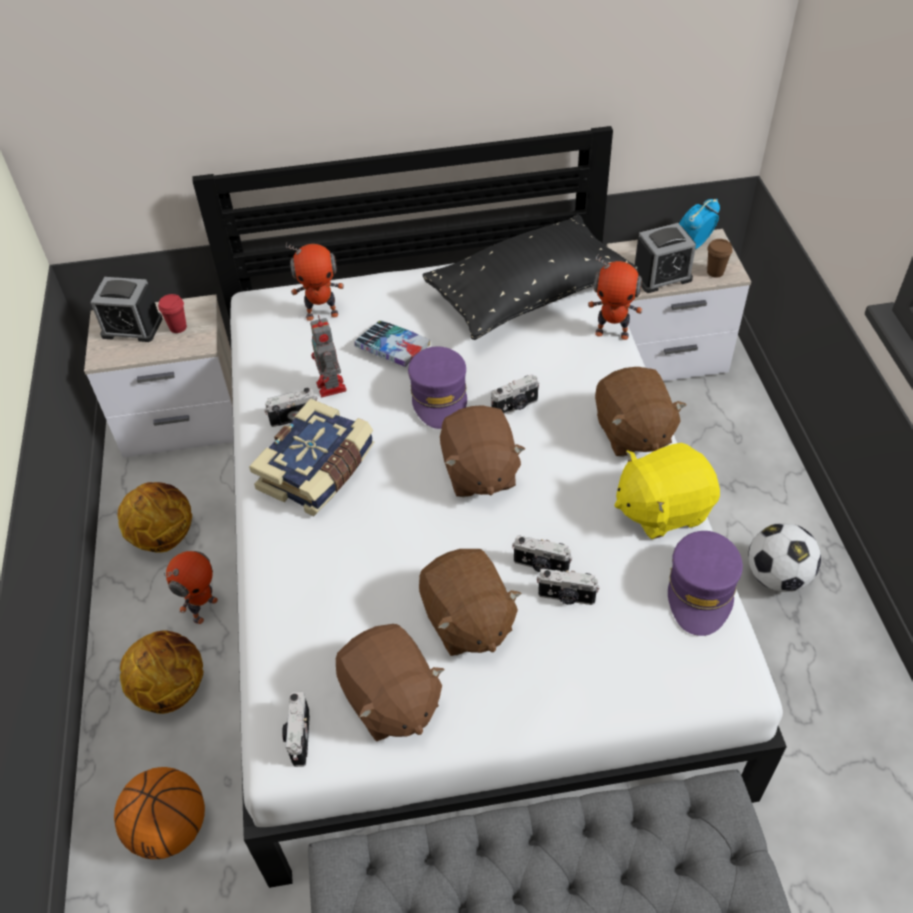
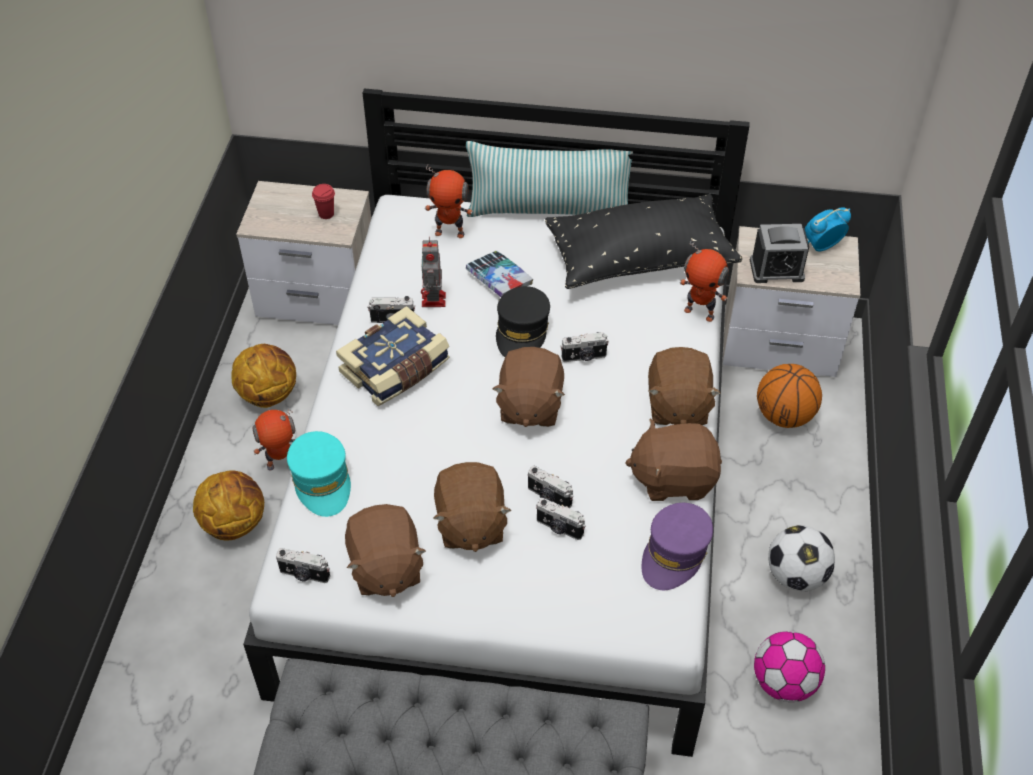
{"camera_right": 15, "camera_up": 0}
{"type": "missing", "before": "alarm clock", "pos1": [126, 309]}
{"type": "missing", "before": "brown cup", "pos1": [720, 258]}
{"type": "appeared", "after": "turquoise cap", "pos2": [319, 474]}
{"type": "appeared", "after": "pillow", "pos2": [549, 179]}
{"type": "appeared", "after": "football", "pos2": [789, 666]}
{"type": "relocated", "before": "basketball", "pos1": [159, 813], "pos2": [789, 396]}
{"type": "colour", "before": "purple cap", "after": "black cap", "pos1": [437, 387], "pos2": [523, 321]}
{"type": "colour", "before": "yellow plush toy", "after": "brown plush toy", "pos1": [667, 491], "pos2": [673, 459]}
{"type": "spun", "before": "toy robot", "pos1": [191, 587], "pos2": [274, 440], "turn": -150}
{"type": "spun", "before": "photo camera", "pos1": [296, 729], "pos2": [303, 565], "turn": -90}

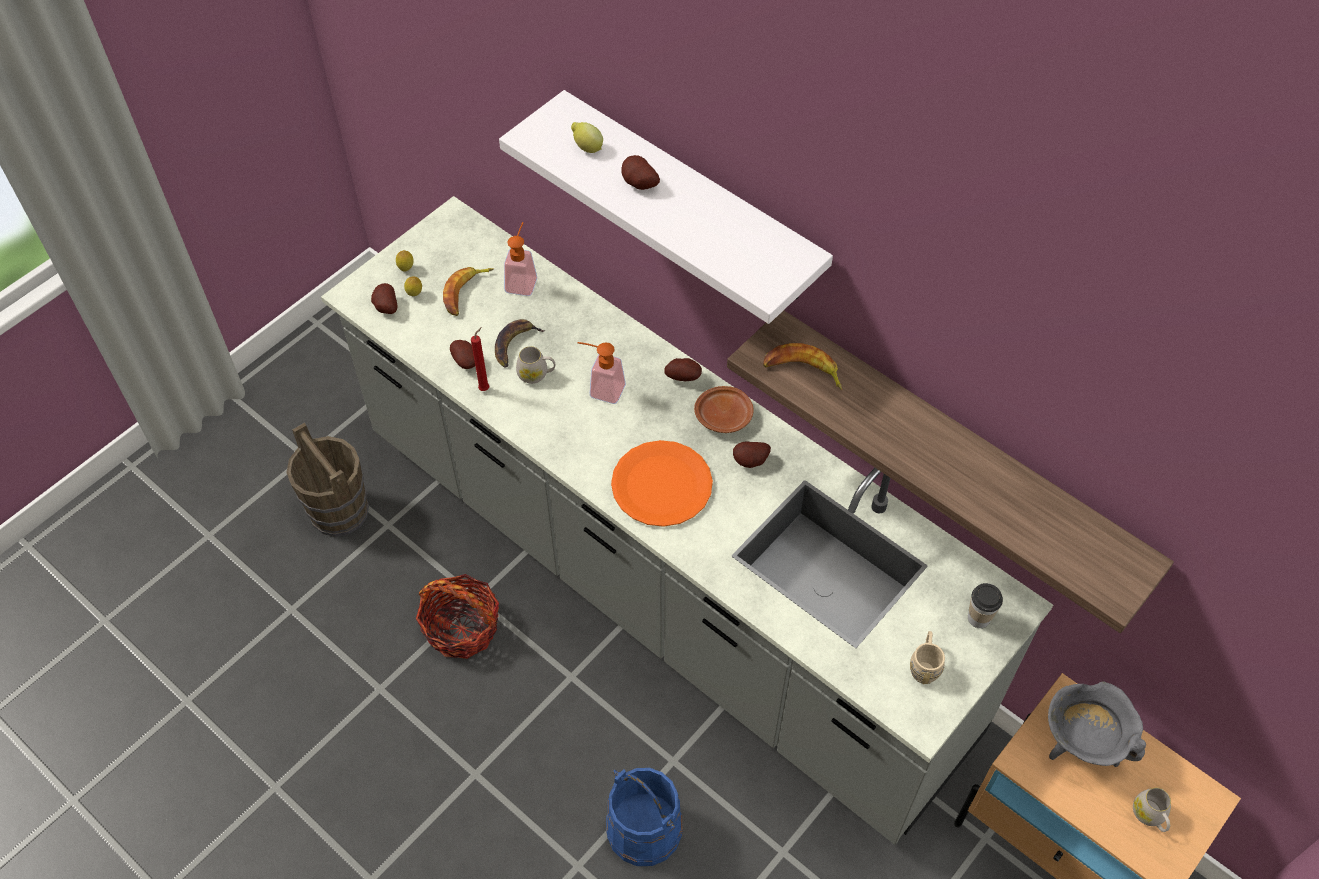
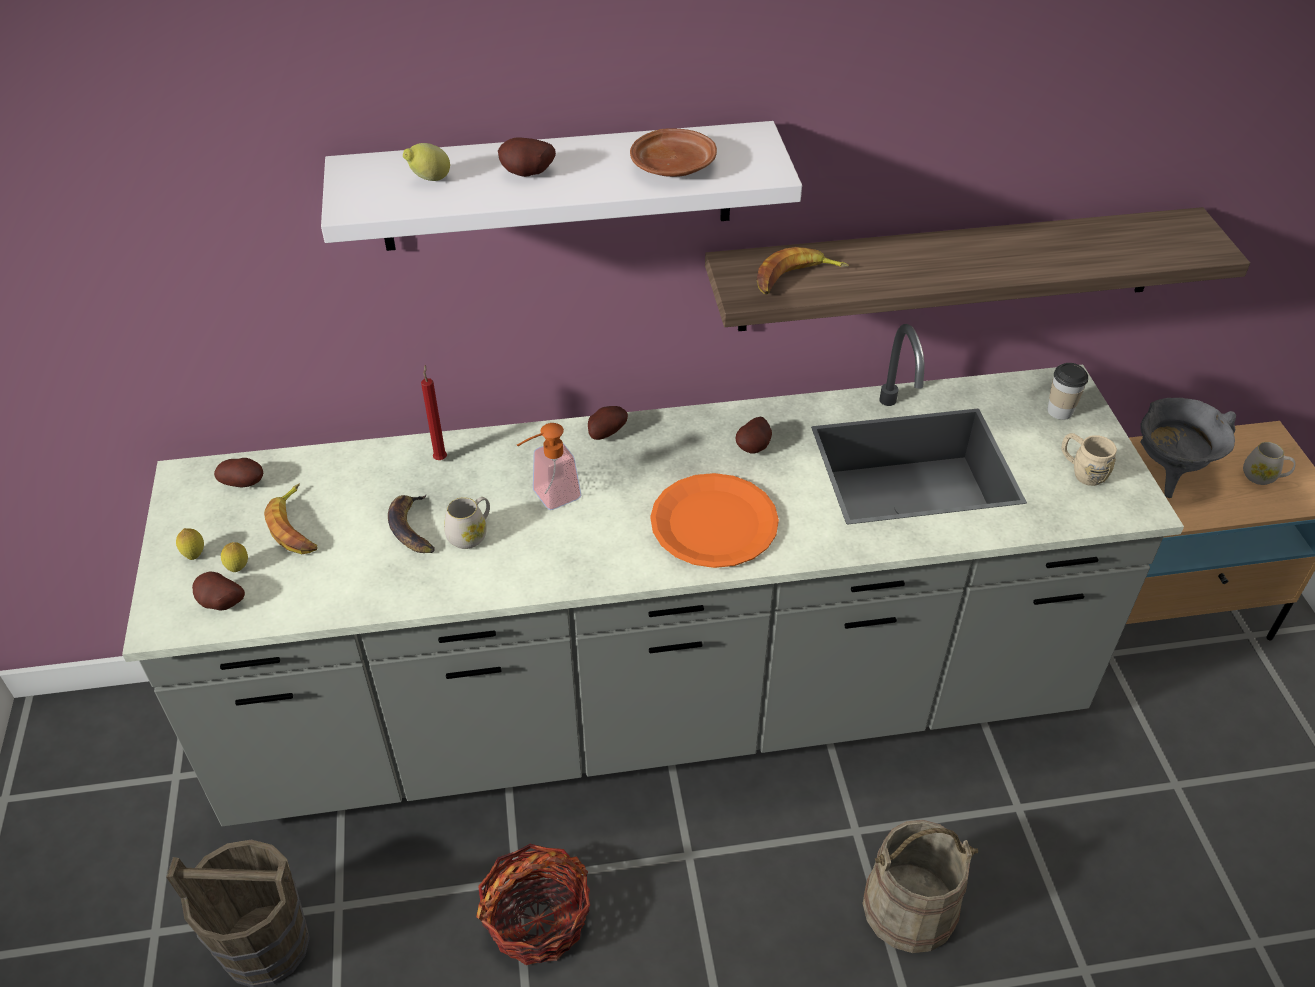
{"camera_right": -50, "camera_up": -10}
{"type": "missing", "before": "soap dispenser", "pos1": [520, 259]}
{"type": "relocated", "before": "potato", "pos1": [462, 354], "pos2": [238, 473]}
{"type": "relocated", "before": "red candle", "pos1": [480, 359], "pos2": [434, 412]}
{"type": "relocated", "before": "brown plate", "pos1": [724, 409], "pos2": [673, 152]}
{"type": "colour", "before": "blue bucket", "after": "beige bucket", "pos1": [644, 817], "pos2": [920, 886]}

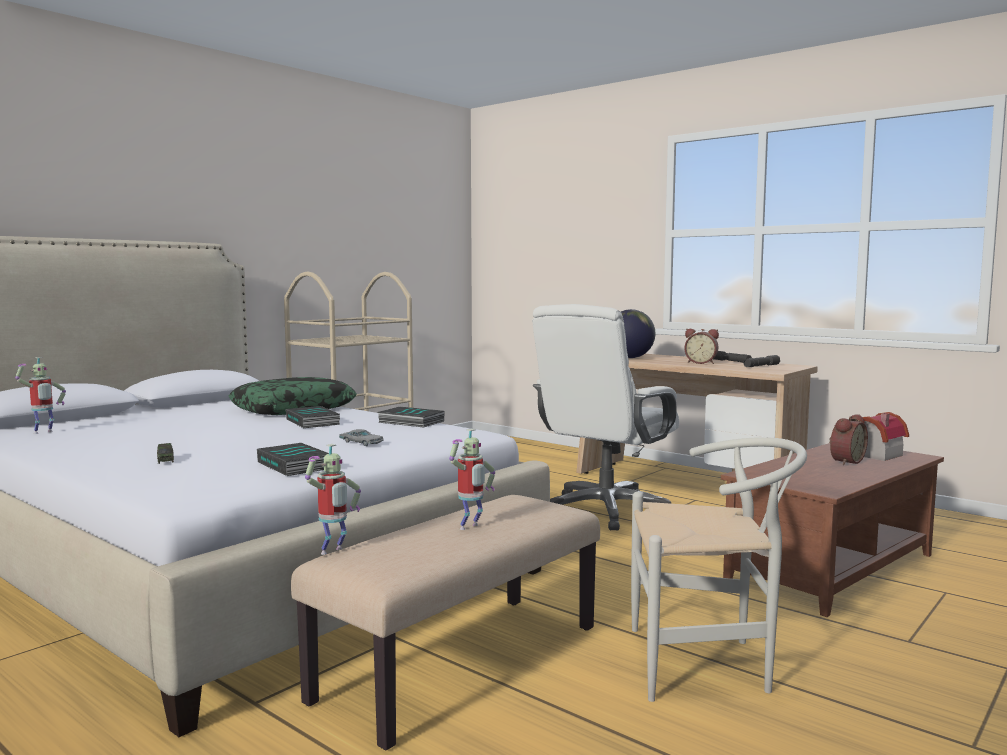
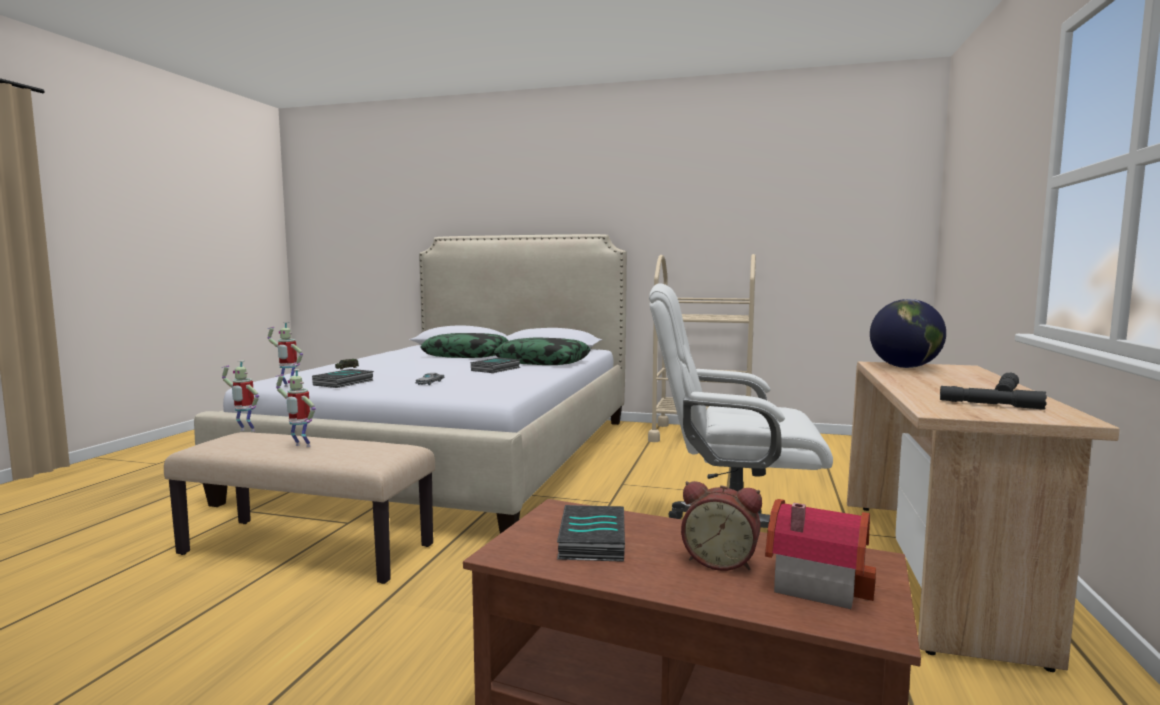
{"camera_right": 65, "camera_up": 0}
{"type": "missing", "before": "white chair", "pos1": [719, 569]}
{"type": "missing", "before": "alarm clock", "pos1": [702, 346]}
{"type": "appeared", "after": "pillow", "pos2": [465, 345]}
{"type": "relocated", "before": "toy robot", "pos1": [40, 395], "pos2": [285, 354]}
{"type": "relocated", "before": "book", "pos1": [411, 417], "pos2": [591, 533]}

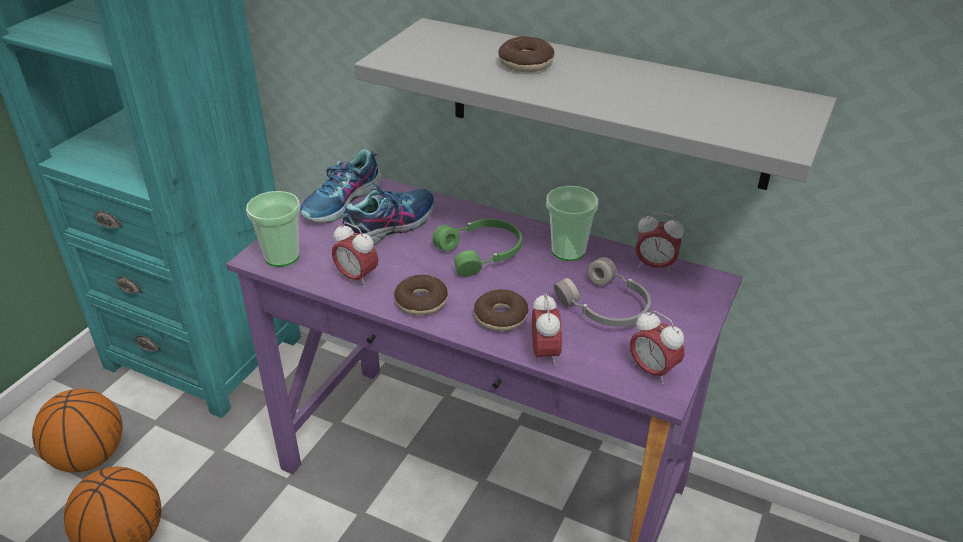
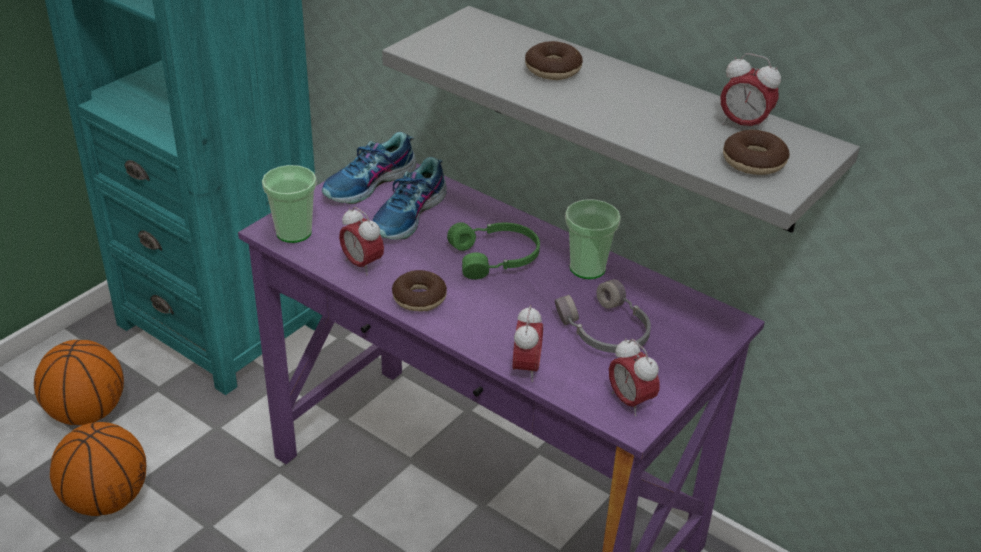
{"camera_right": 10, "camera_up": 0}
{"type": "relocated", "before": "donut", "pos1": [501, 310], "pos2": [756, 152]}
{"type": "relocated", "before": "alarm clock", "pos1": [660, 242], "pos2": [750, 91]}
{"type": "spun", "before": "shoe", "pos1": [386, 211], "pos2": [409, 198], "turn": 150}

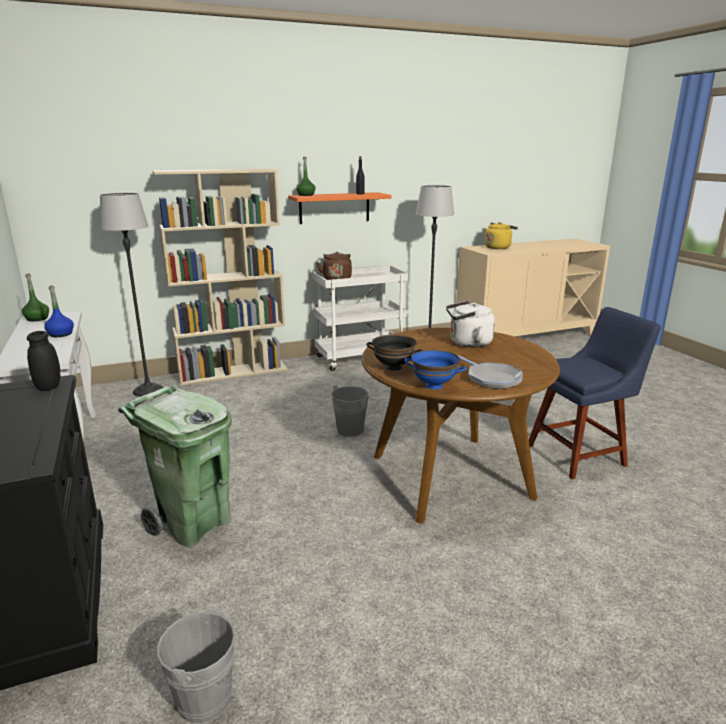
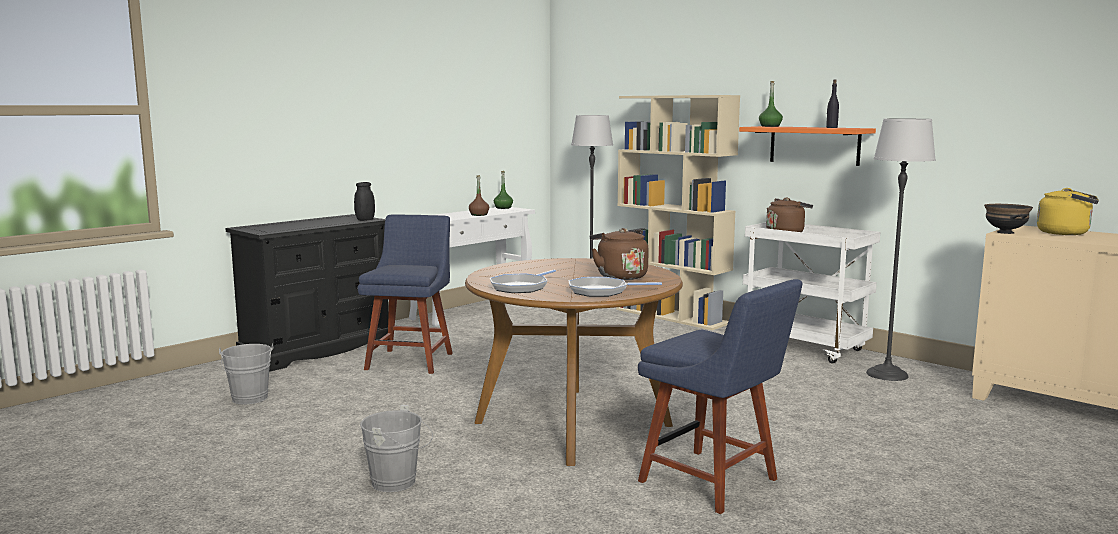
{"camera_right": 65, "camera_up": -10}
{"type": "missing", "before": "blue bowl", "pos1": [436, 369]}
{"type": "appeared", "after": "frying pan", "pos2": [615, 287]}
{"type": "relocated", "before": "grey bucket", "pos1": [352, 411], "pos2": [396, 448]}
{"type": "relocated", "before": "black bowl", "pos1": [395, 353], "pos2": [1008, 219]}
{"type": "exchanged", "before": "green trash can", "after": "blue chair", "pos1": [175, 466], "pos2": [405, 294]}
{"type": "colour", "before": "blue bottle", "after": "brown bottle", "pos1": [59, 311], "pos2": [479, 195]}
{"type": "colour", "before": "white kettle", "after": "brown kettle", "pos1": [470, 324], "pos2": [619, 254]}

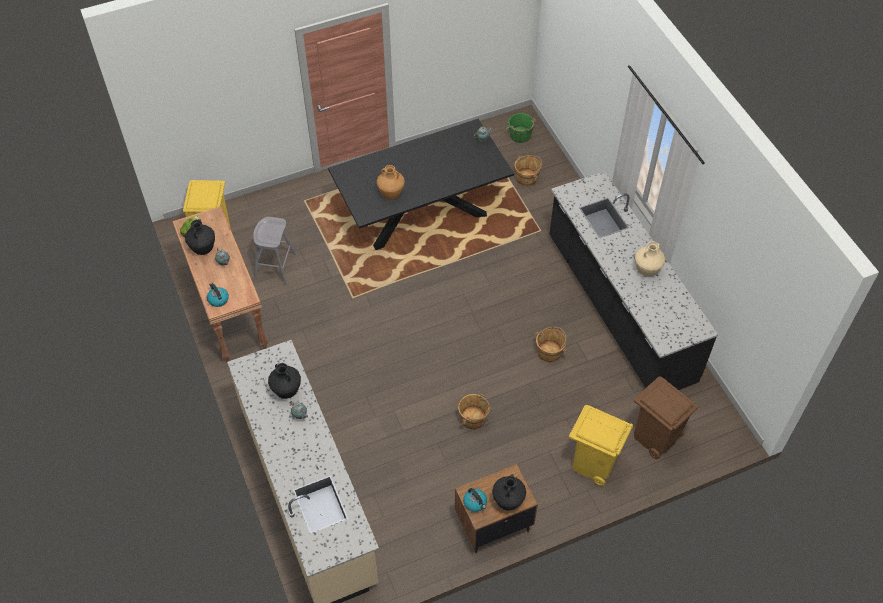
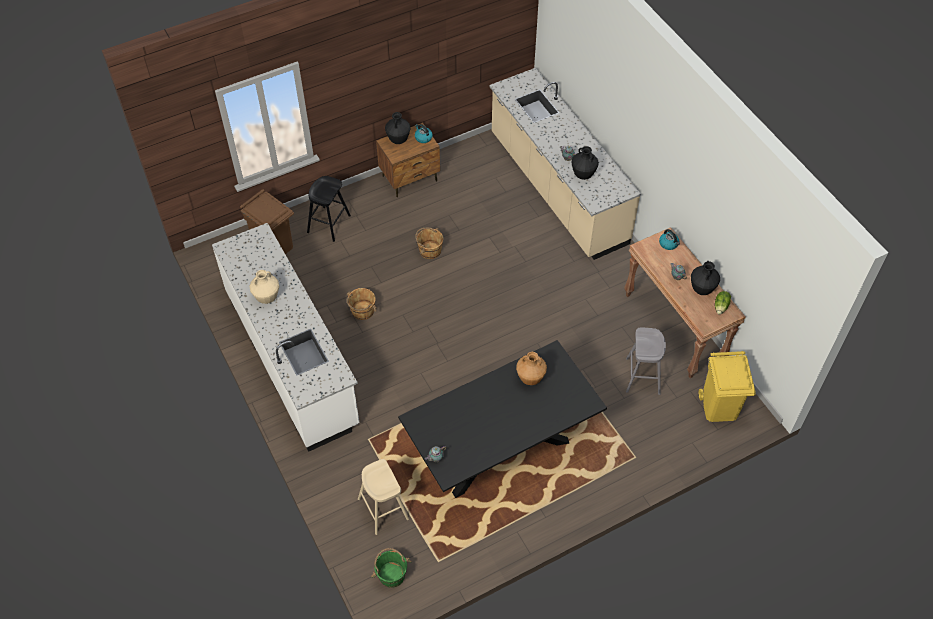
{"camera_right": 175, "camera_up": 0}
{"type": "exchanged", "before": "brown bucket", "after": "beige stool", "pos1": [529, 170], "pos2": [383, 497]}
{"type": "exchanged", "before": "yellow trash can", "after": "black stool", "pos1": [601, 445], "pos2": [329, 209]}
{"type": "colour", "before": "black counter", "after": "white counter", "pos1": [633, 280], "pos2": [286, 337]}

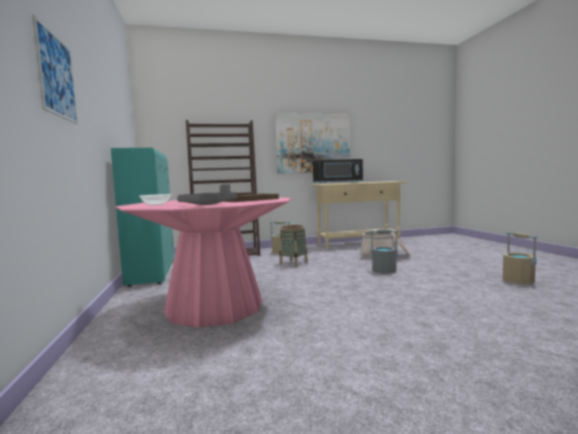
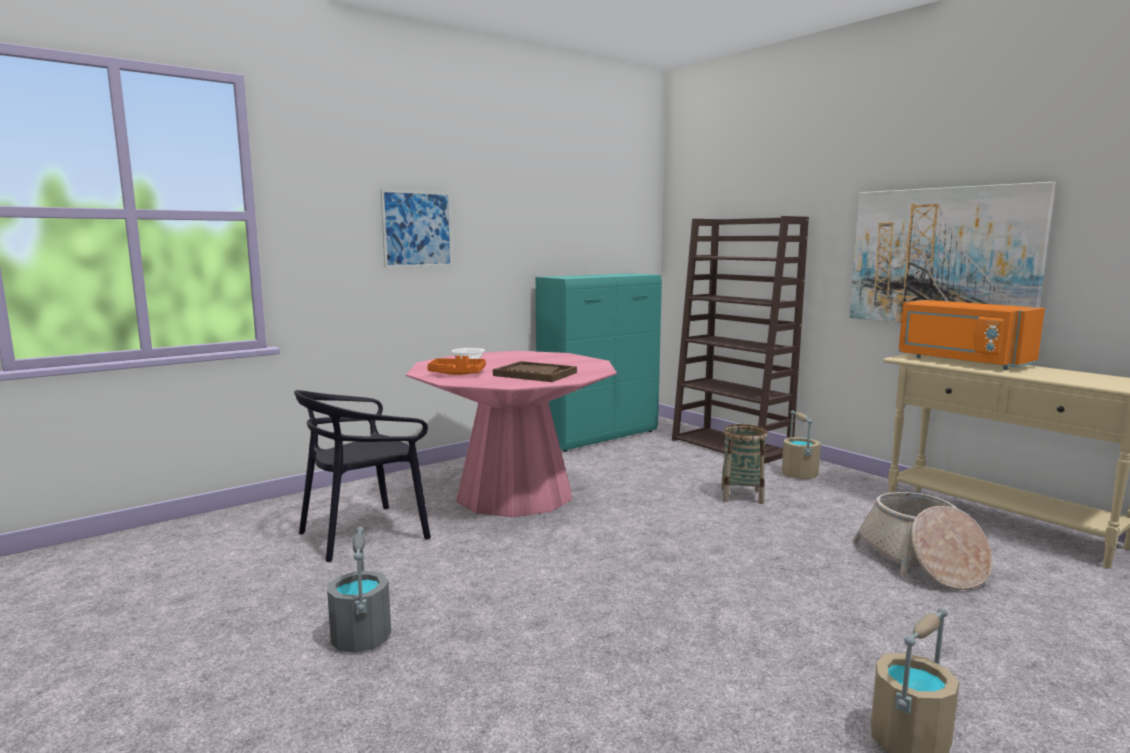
{"camera_right": 65, "camera_up": 5}
{"type": "appeared", "after": "black chair", "pos2": [362, 476]}
{"type": "relocated", "before": "grey bucket", "pos1": [384, 251], "pos2": [359, 590]}
{"type": "colour", "before": "grey tray", "after": "orange tray", "pos1": [207, 194], "pos2": [456, 365]}
{"type": "colour", "before": "black microwave", "after": "orange microwave", "pos1": [338, 171], "pos2": [971, 335]}

